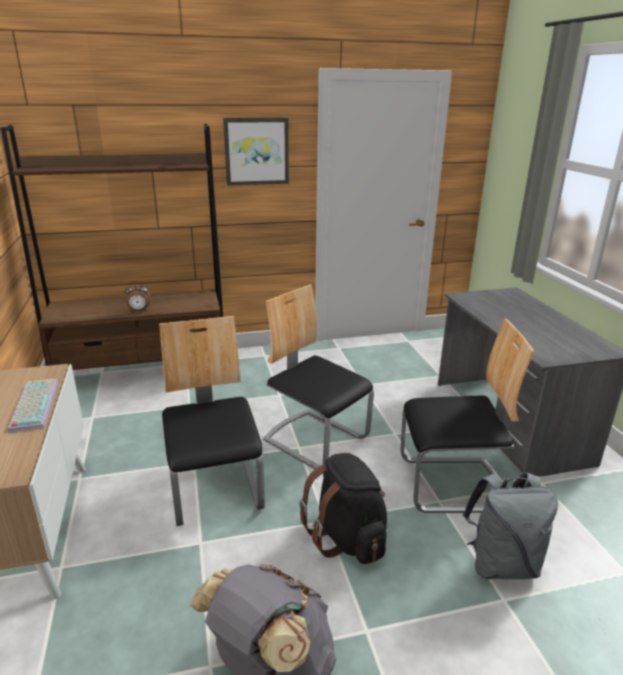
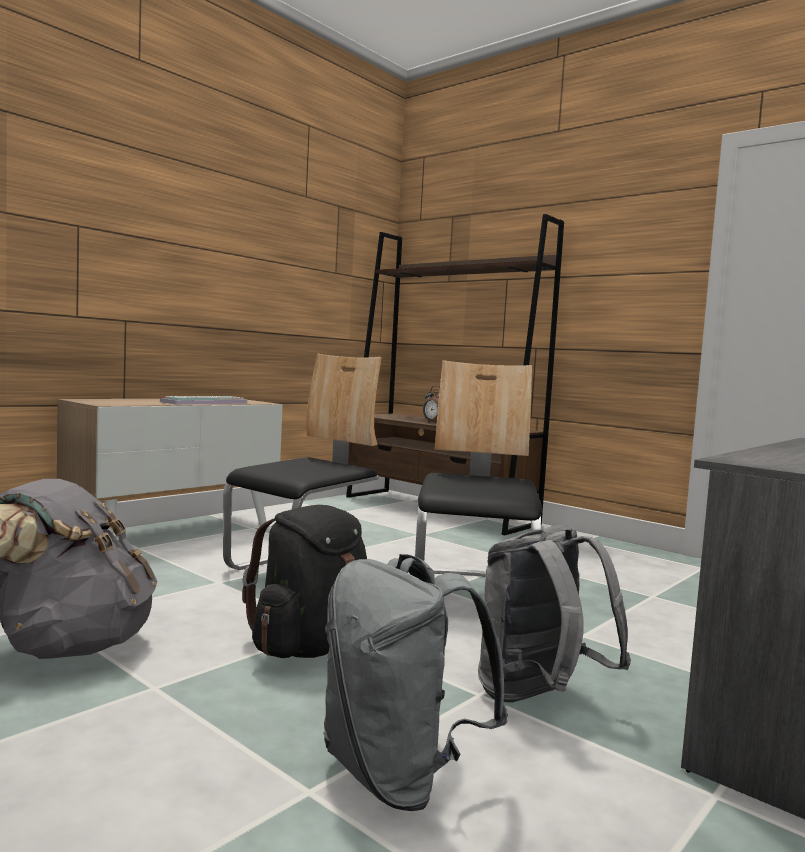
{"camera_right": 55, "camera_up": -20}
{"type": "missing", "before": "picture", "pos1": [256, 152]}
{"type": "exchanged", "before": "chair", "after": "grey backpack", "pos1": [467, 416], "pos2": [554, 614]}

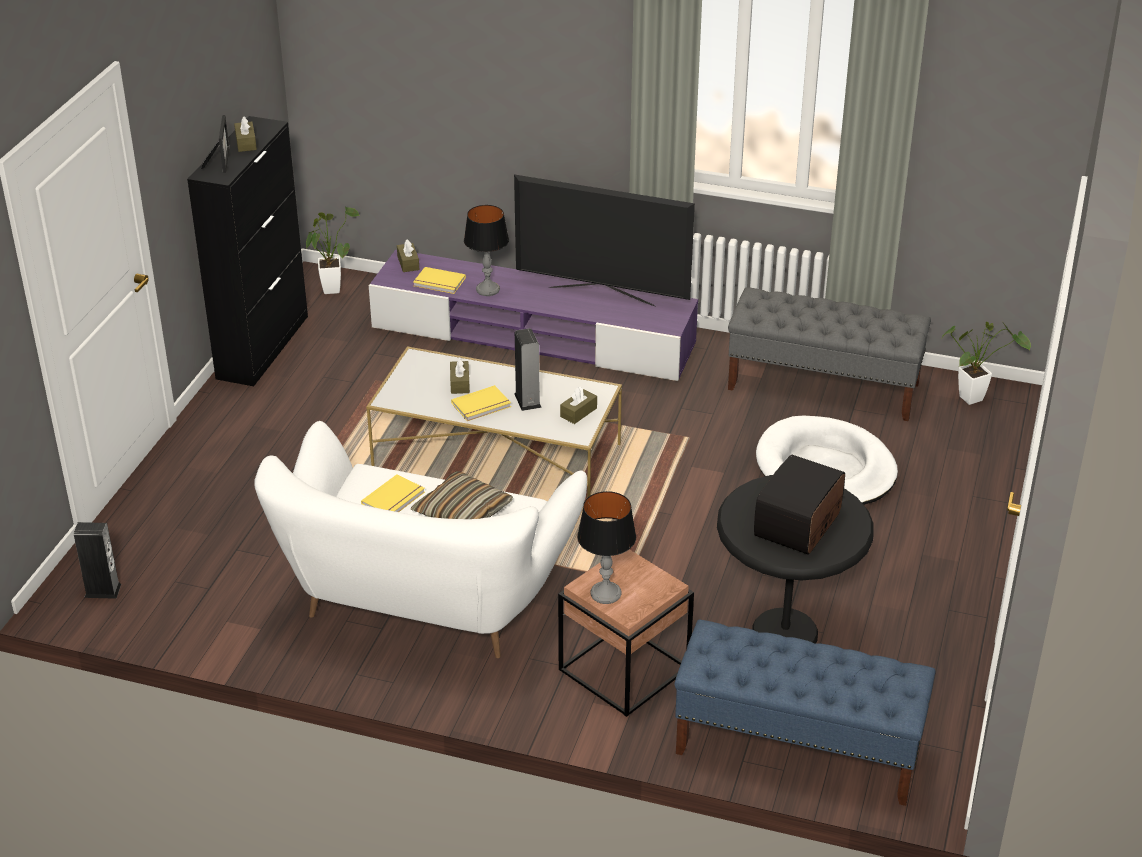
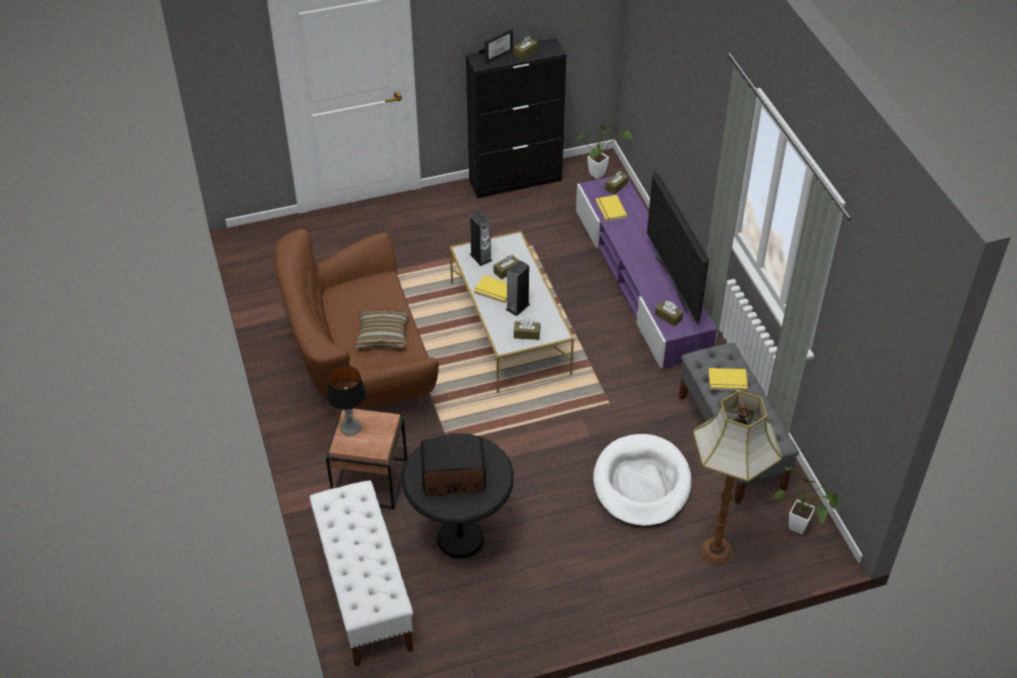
{"camera_right": 55, "camera_up": 10}
{"type": "missing", "before": "table lamp", "pos1": [486, 250]}
{"type": "appeared", "after": "brown tissue box", "pos2": [669, 313]}
{"type": "appeared", "after": "floor lamp", "pos2": [737, 477]}
{"type": "relocated", "before": "speaker", "pos1": [97, 560], "pos2": [481, 238]}
{"type": "relocated", "before": "yellow book", "pos1": [393, 493], "pos2": [728, 379]}
{"type": "colour", "before": "white sofa", "after": "brown sofa", "pos1": [420, 539], "pos2": [356, 325]}
{"type": "colour", "before": "blue bench", "after": "white bench", "pos1": [804, 712], "pos2": [361, 573]}

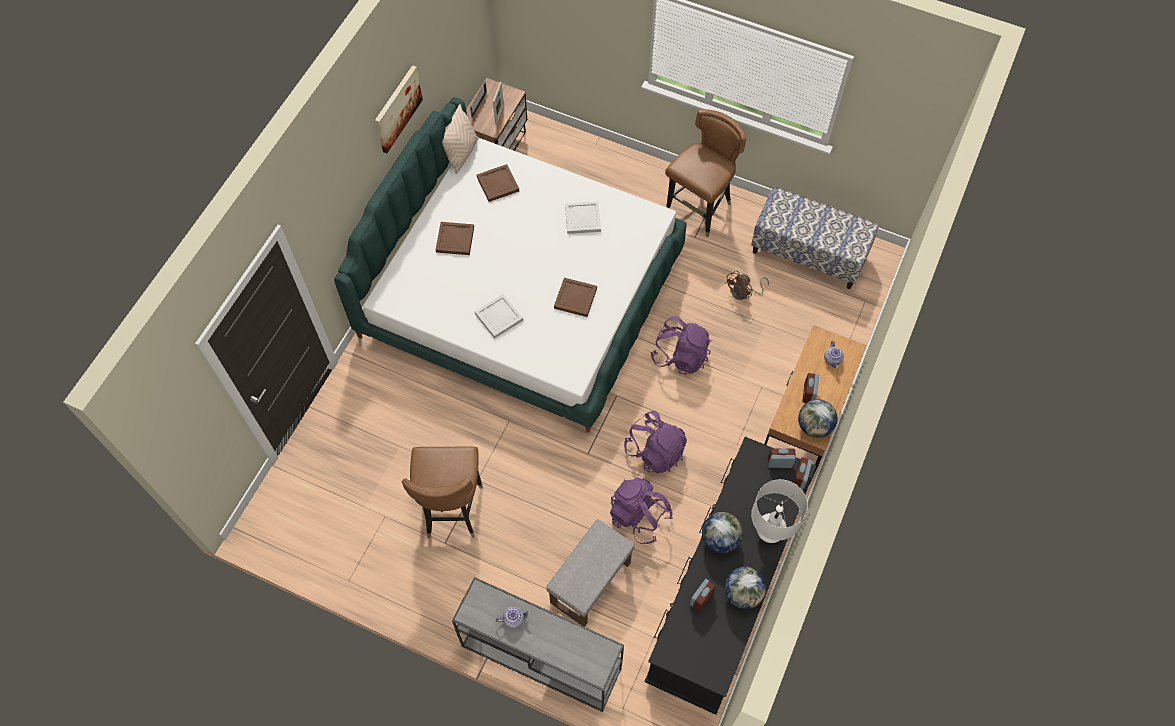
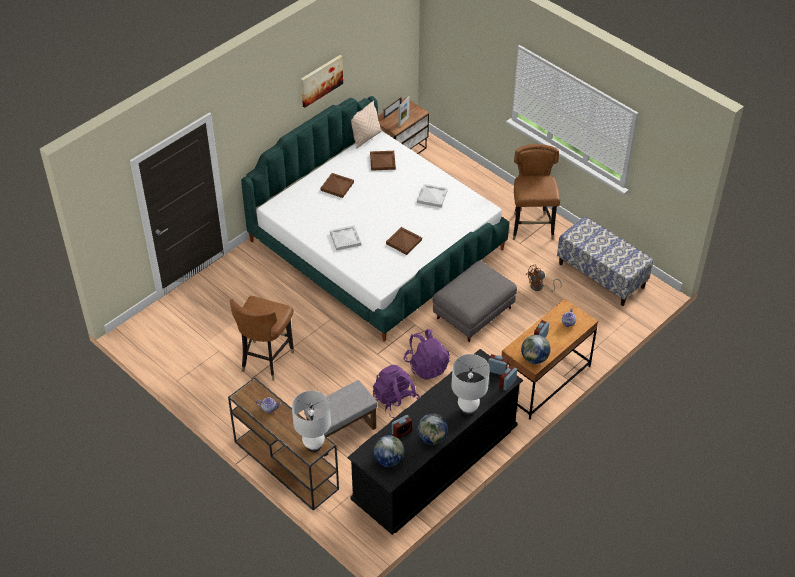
{"camera_right": 20, "camera_up": -15}
{"type": "appeared", "after": "white table lamp", "pos2": [311, 421]}
{"type": "relocated", "before": "globe", "pos1": [722, 532], "pos2": [389, 451]}
{"type": "exchanged", "before": "purple backpack", "after": "grey ottoman", "pos1": [680, 345], "pos2": [474, 301]}
{"type": "colour", "before": "grey console table", "after": "brown console table", "pos1": [538, 644], "pos2": [283, 444]}
{"type": "spun", "before": "brown chair", "pos1": [705, 173], "pos2": [536, 192], "turn": -60}

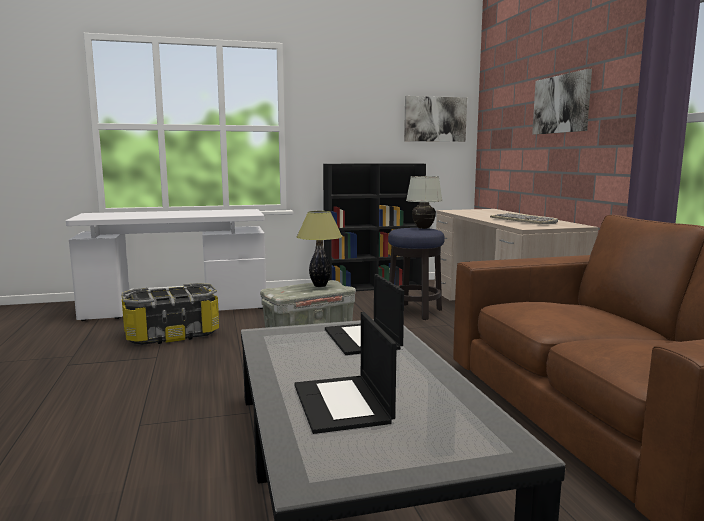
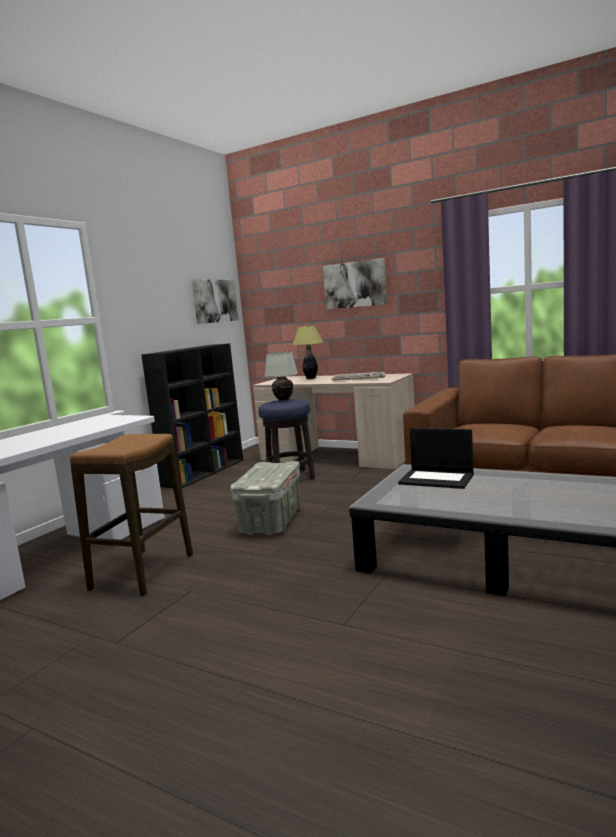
{"camera_right": -45, "camera_up": 0}
{"type": "missing", "before": "laptop", "pos1": [345, 373]}
{"type": "relocated", "before": "table lamp", "pos1": [319, 249], "pos2": [308, 352]}
{"type": "exchanged", "before": "storage box", "after": "stool", "pos1": [170, 314], "pos2": [131, 515]}

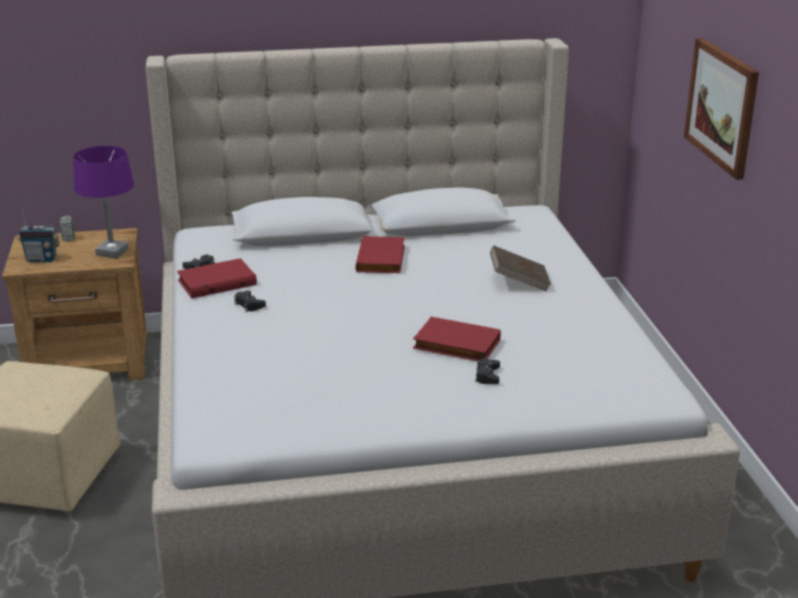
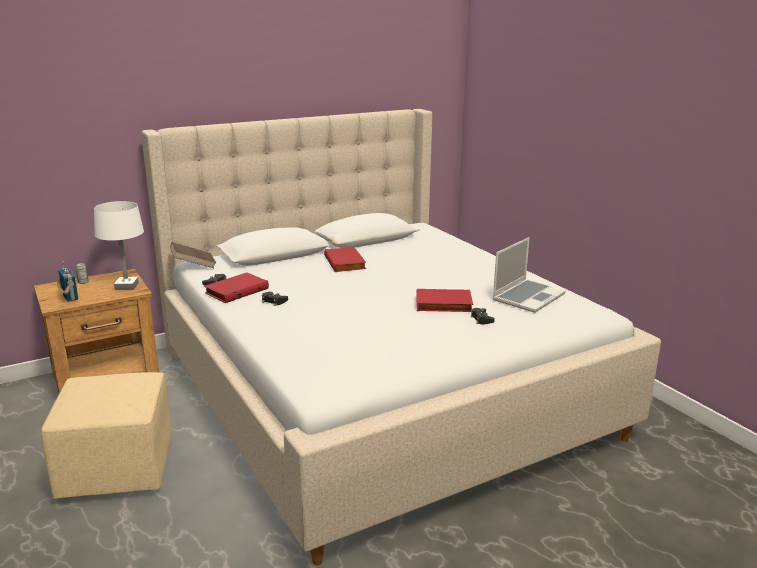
{"camera_right": -20, "camera_up": -5}
{"type": "missing", "before": "picture", "pos1": [721, 109]}
{"type": "appeared", "after": "laptop", "pos2": [529, 275]}
{"type": "relocated", "before": "brown book", "pos1": [520, 269], "pos2": [193, 255]}
{"type": "colour", "before": "purple table lamp", "after": "white table lamp", "pos1": [103, 202], "pos2": [119, 245]}
{"type": "spun", "before": "radio", "pos1": [39, 236], "pos2": [67, 281], "turn": -105}

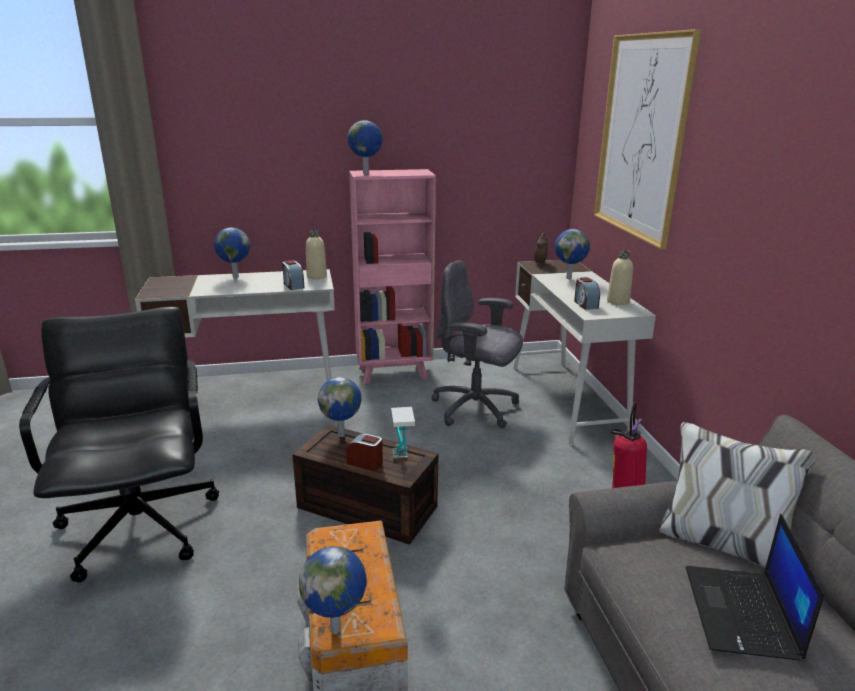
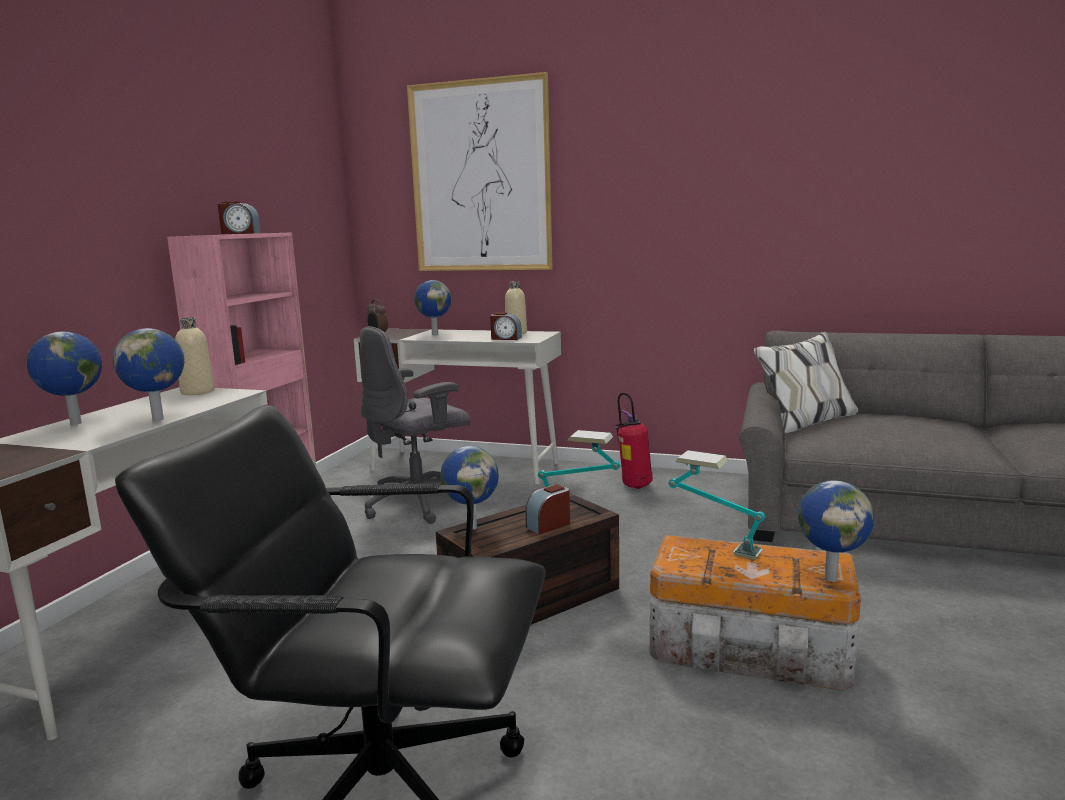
{"camera_right": -60, "camera_up": -10}
{"type": "missing", "before": "laptop", "pos1": [755, 587]}
{"type": "appeared", "after": "table lamp", "pos2": [717, 505]}
{"type": "relocated", "before": "alarm clock", "pos1": [293, 275], "pos2": [239, 217]}
{"type": "relocated", "before": "globe", "pos1": [365, 147], "pos2": [148, 374]}

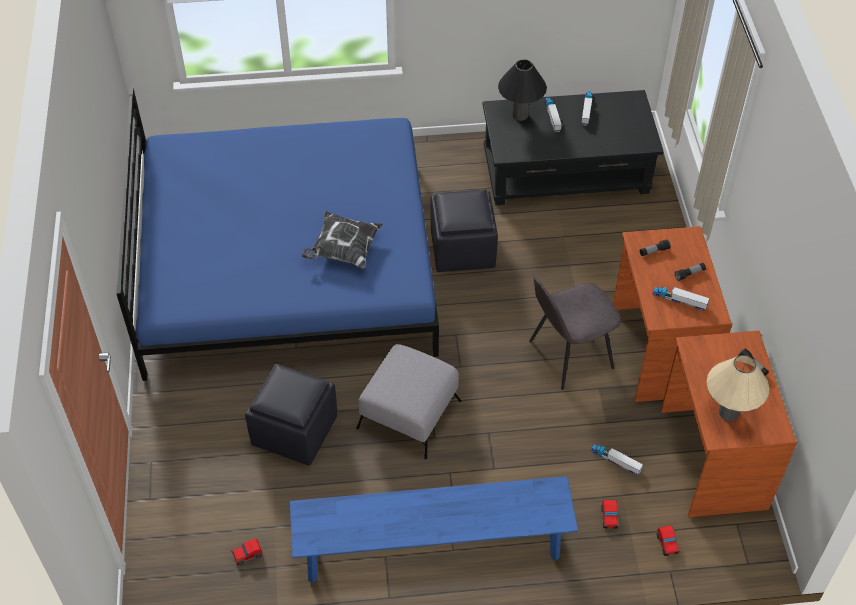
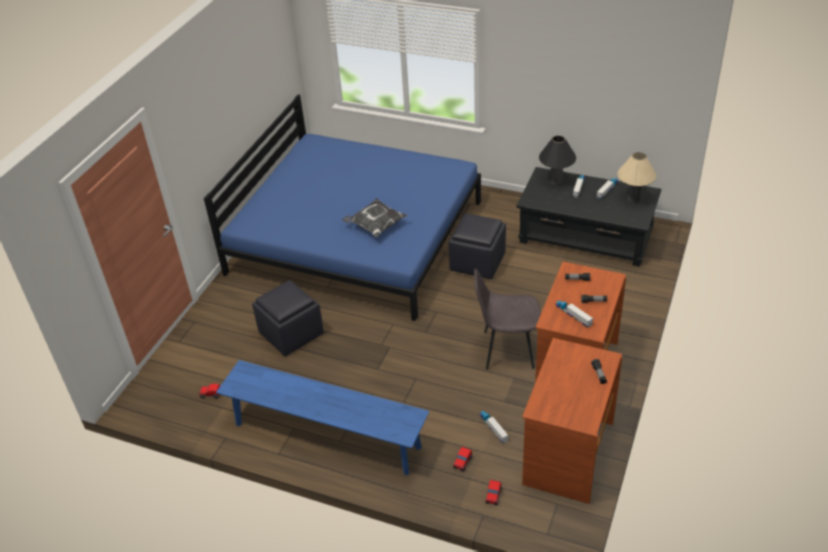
{"camera_right": 30, "camera_up": -10}
{"type": "missing", "before": "grey ottoman", "pos1": [408, 402]}
{"type": "relocated", "before": "beige table lamp", "pos1": [738, 388], "pos2": [636, 177]}

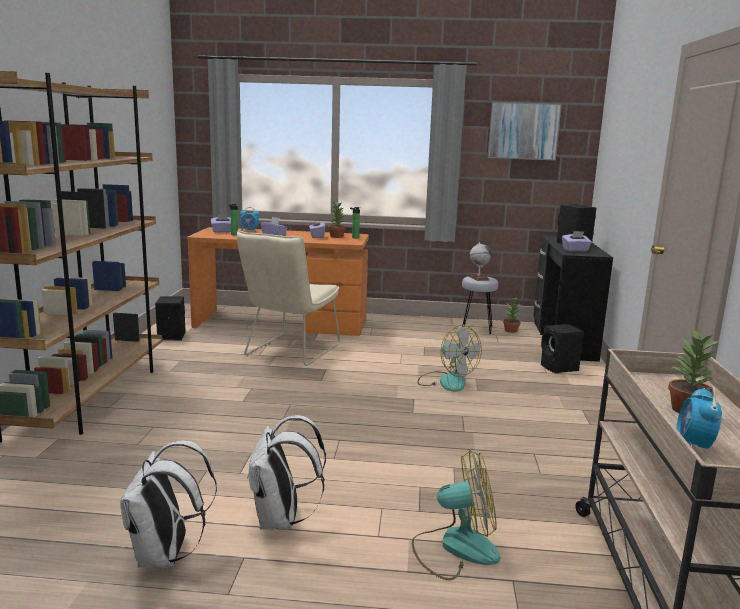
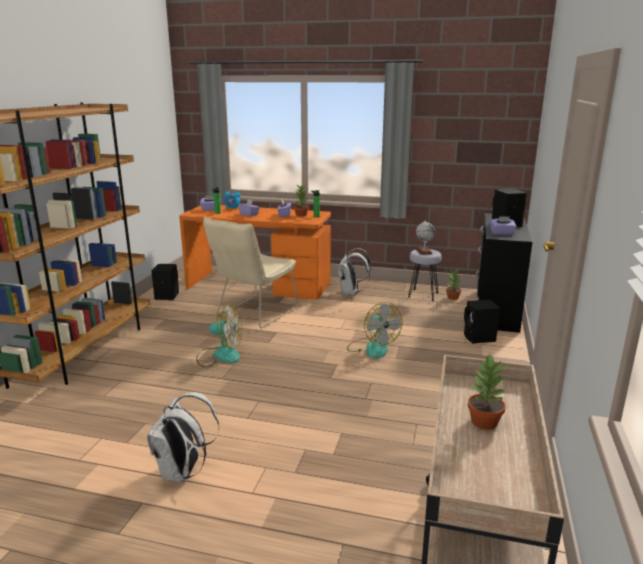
{"camera_right": 10, "camera_up": 5}
{"type": "missing", "before": "picture", "pos1": [525, 131]}
{"type": "missing", "before": "alarm clock", "pos1": [699, 418]}
{"type": "relocated", "before": "white backpack", "pos1": [168, 504], "pos2": [354, 272]}
{"type": "relocated", "before": "fan", "pos1": [456, 514], "pos2": [219, 335]}

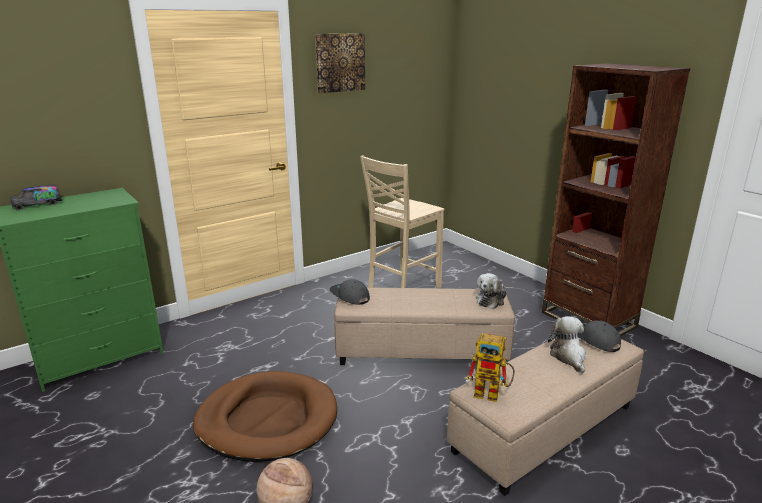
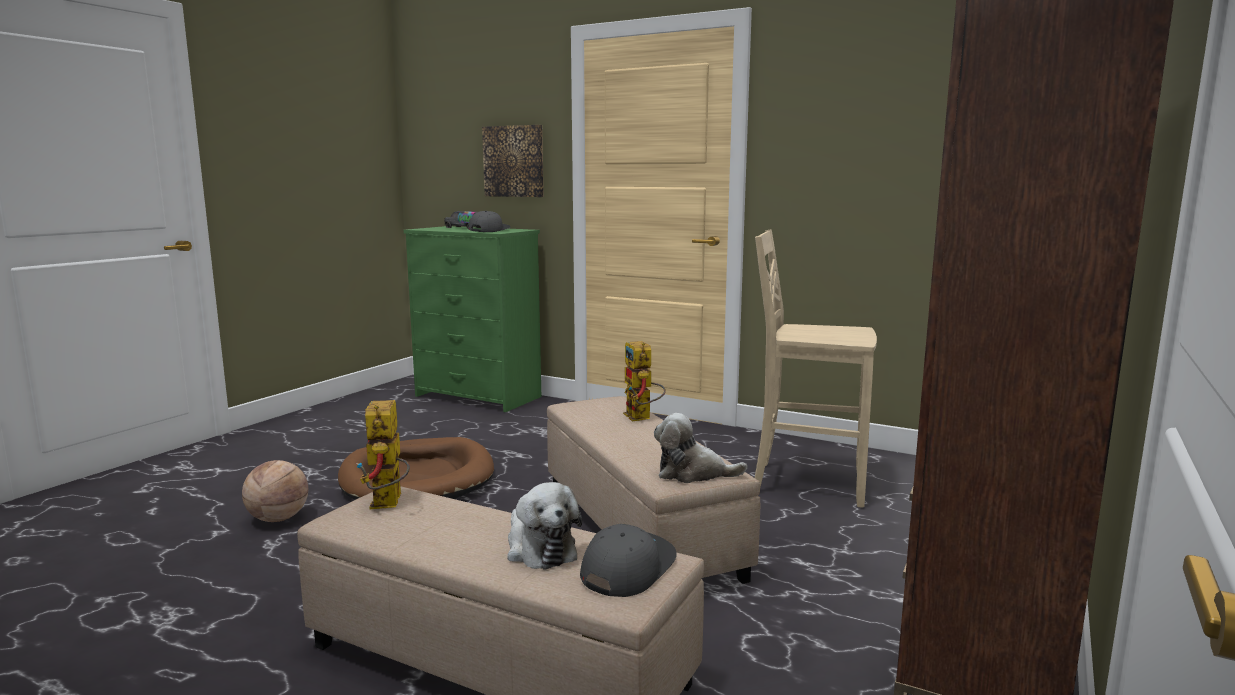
{"camera_right": 65, "camera_up": -10}
{"type": "appeared", "after": "toy robot", "pos2": [644, 381]}
{"type": "relocated", "before": "picture", "pos1": [340, 63], "pos2": [513, 161]}
{"type": "relocated", "before": "grey cap", "pos1": [350, 292], "pos2": [489, 221]}
{"type": "spun", "before": "plush toy", "pos1": [567, 345], "pos2": [544, 526], "turn": 90}

